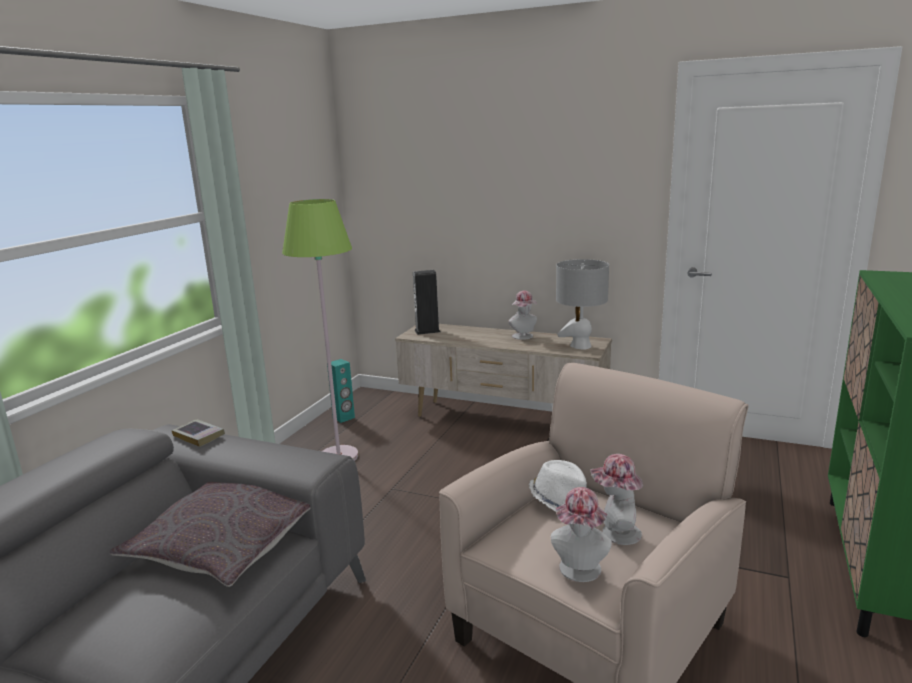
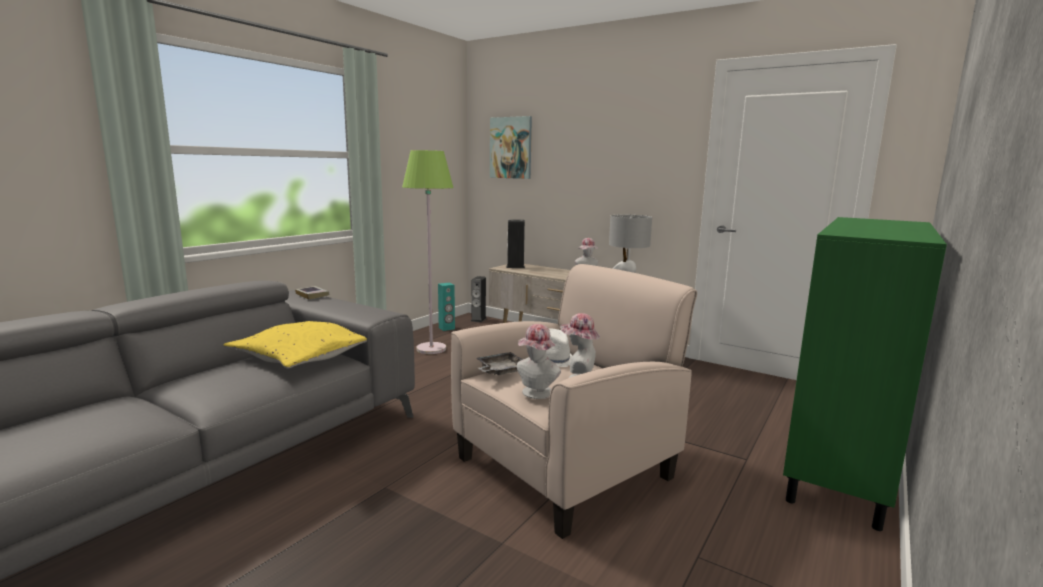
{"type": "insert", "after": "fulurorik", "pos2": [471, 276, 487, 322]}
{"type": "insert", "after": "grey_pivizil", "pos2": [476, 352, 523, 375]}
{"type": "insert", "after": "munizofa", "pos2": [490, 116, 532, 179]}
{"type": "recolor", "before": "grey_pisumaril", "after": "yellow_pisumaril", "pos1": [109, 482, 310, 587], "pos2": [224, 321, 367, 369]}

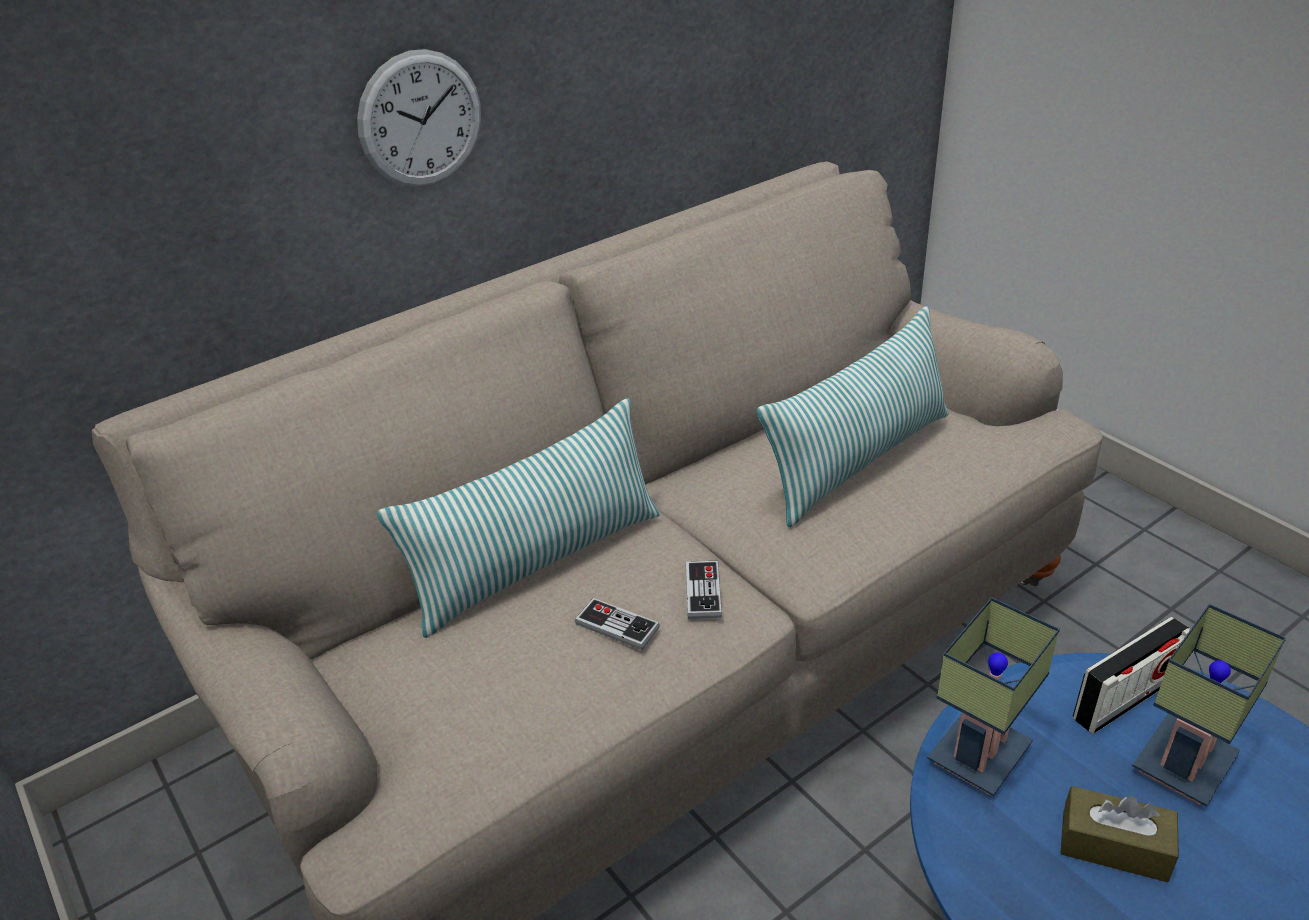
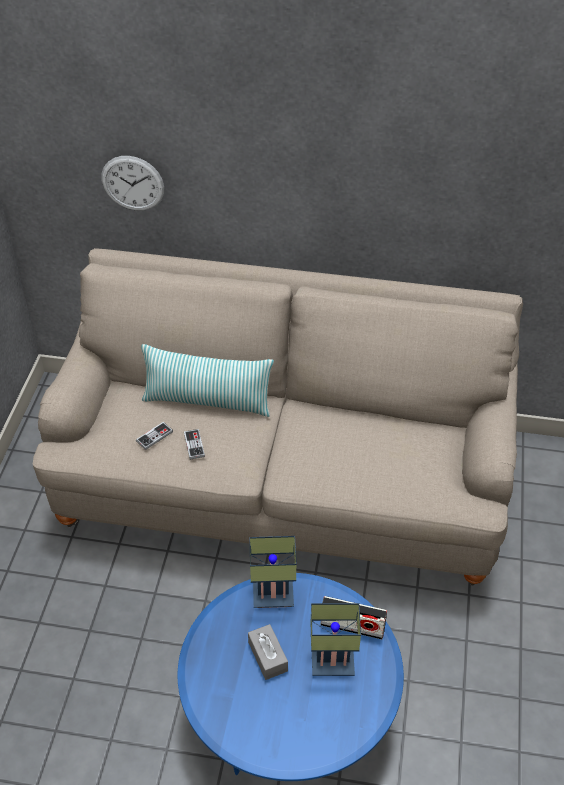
{"type": "delete", "before": "pisumaril", "pos1": [757, 306, 949, 527]}
{"type": "move", "before": "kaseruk", "pos1": [357, 49, 481, 187], "pos2": [101, 156, 164, 211]}
{"type": "move", "before": "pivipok", "pos1": [686, 561, 722, 619], "pos2": [136, 422, 173, 450]}
{"type": "recolor", "before": "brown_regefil", "after": "grey_regefil", "pos1": [1061, 786, 1179, 882], "pos2": [248, 624, 288, 680]}

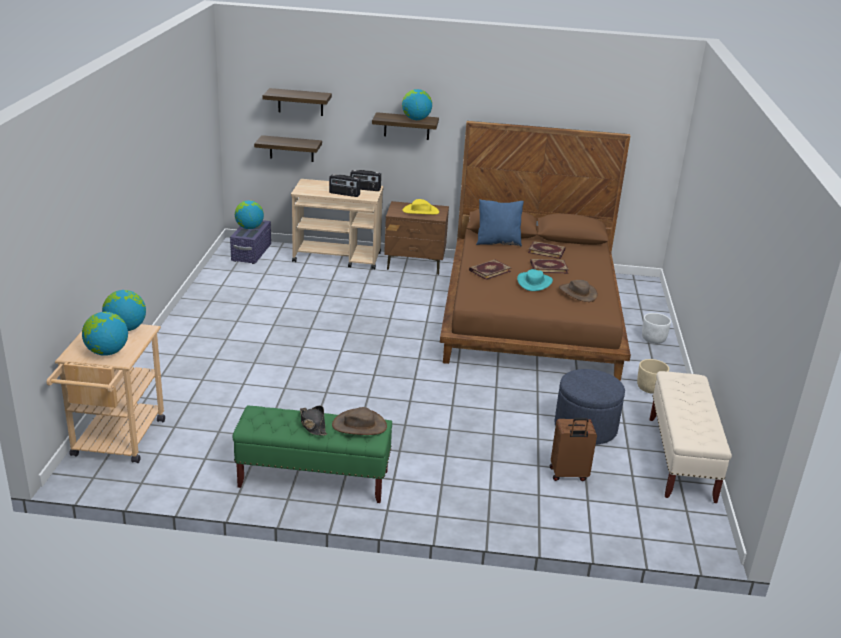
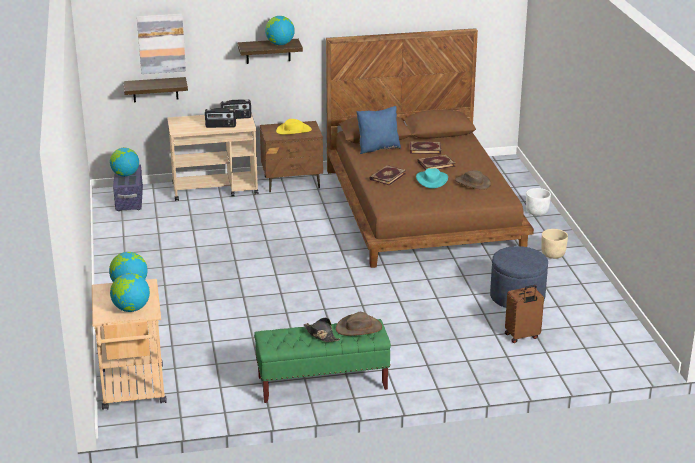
{"type": "delete", "before": "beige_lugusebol", "pos1": [649, 371, 732, 503]}
{"type": "replace", "before": "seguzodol", "after": "munizofa", "pos1": [262, 88, 332, 116], "pos2": [137, 14, 186, 74]}

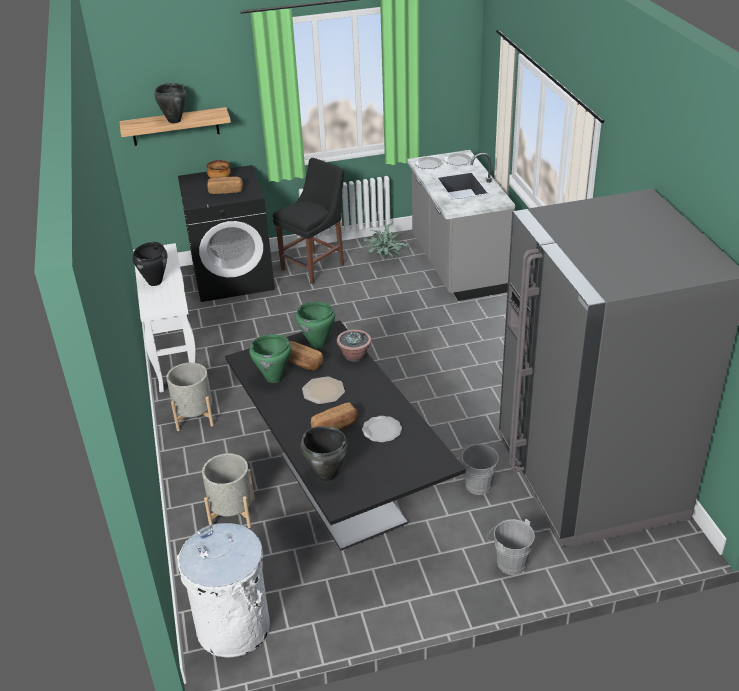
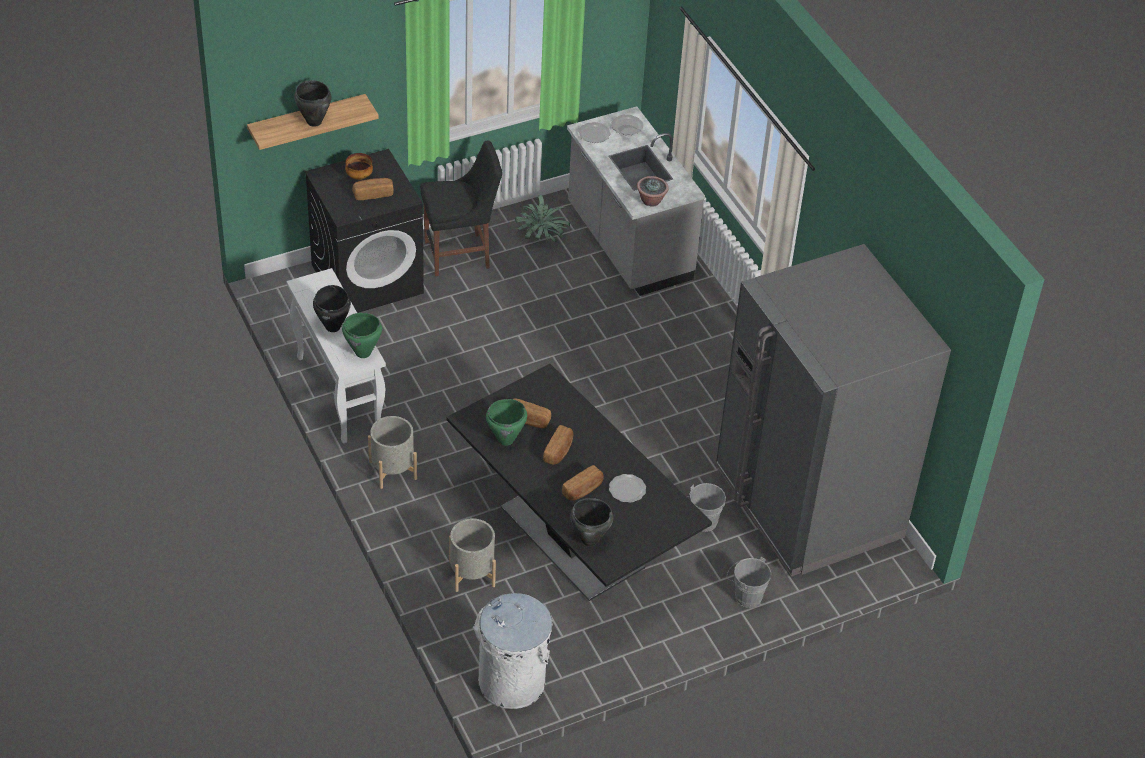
{"type": "move", "before": "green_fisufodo", "pos1": [296, 302, 335, 348], "pos2": [342, 313, 382, 358]}
{"type": "move", "before": "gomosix", "pos1": [337, 330, 371, 362], "pos2": [637, 176, 669, 207]}
{"type": "replace", "before": "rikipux", "after": "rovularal", "pos1": [302, 377, 345, 404], "pos2": [543, 425, 573, 465]}
{"type": "rotate", "before": "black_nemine", "pos1": [273, 158, 344, 284], "pos2": [420, 140, 502, 276], "turn": 45}

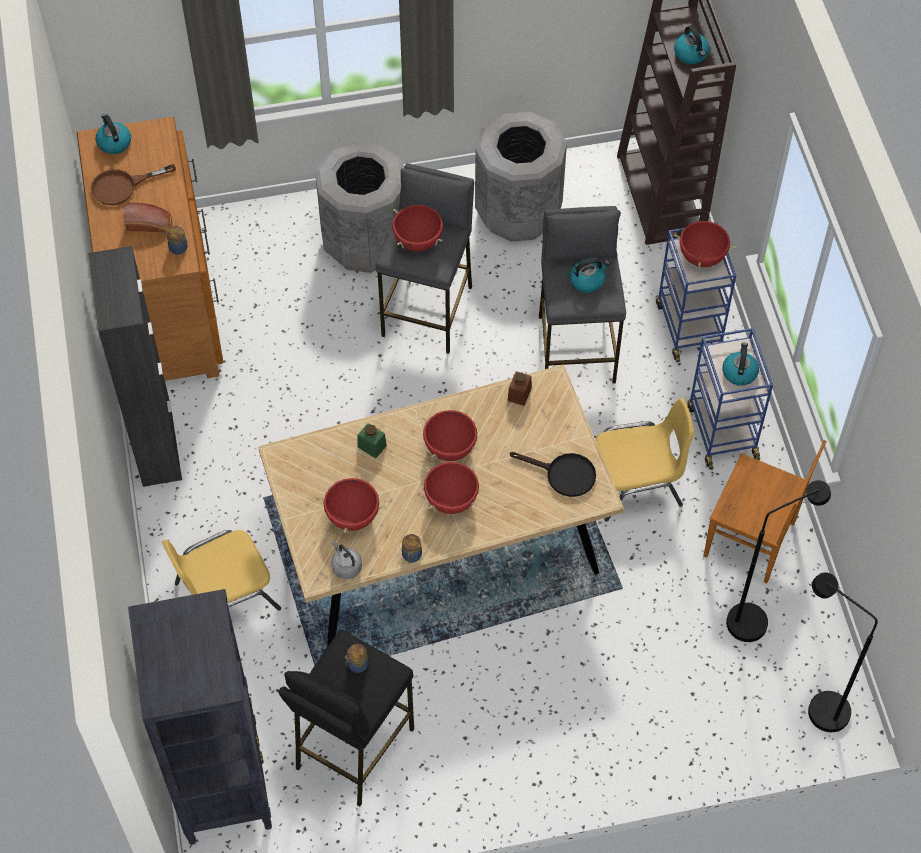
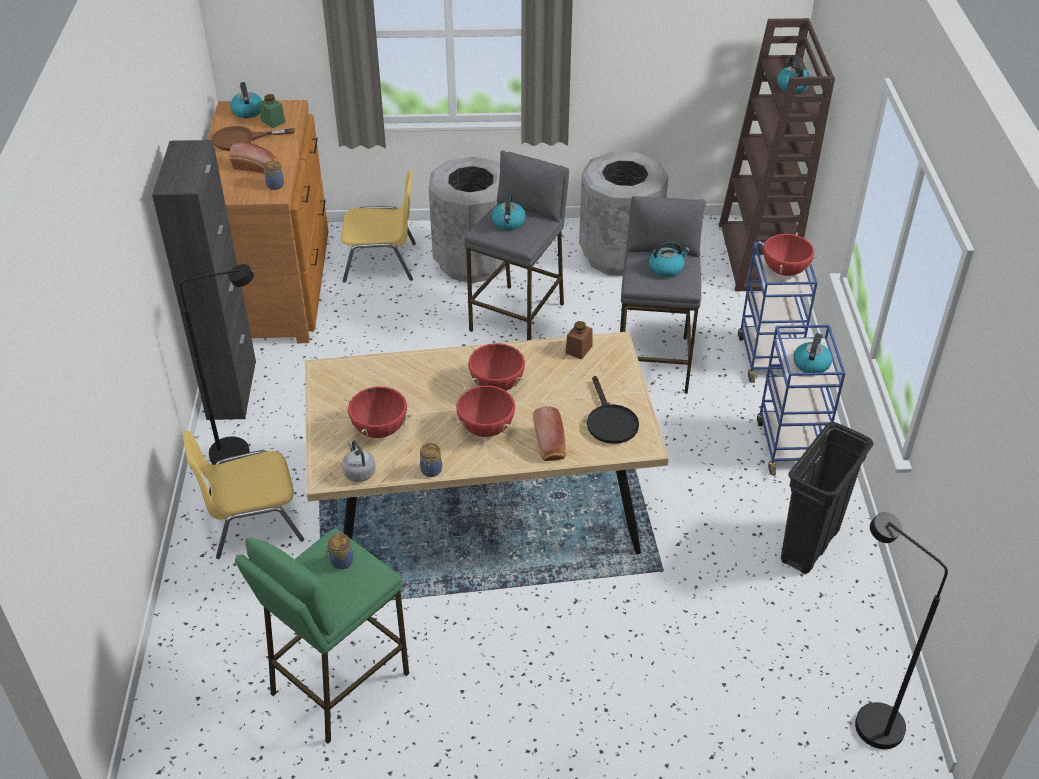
{"type": "delete", "before": "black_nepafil", "pos1": [128, 589, 272, 845]}
{"type": "insert", "after": "rovularal", "pos2": [533, 406, 566, 461]}
{"type": "move", "before": "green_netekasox", "pos1": [358, 423, 387, 458], "pos2": [259, 94, 286, 128]}
{"type": "move", "before": "yellow_nemine", "pos1": [596, 398, 694, 522], "pos2": [341, 170, 416, 283]}
{"type": "move", "before": "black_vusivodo", "pos1": [726, 480, 831, 642], "pos2": [180, 264, 254, 465]}
{"type": "replace", "before": "red_fisufodo", "after": "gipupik", "pos1": [392, 205, 443, 251], "pos2": [492, 193, 526, 230]}
{"type": "replace", "before": "brown_nemine", "after": "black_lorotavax", "pos1": [703, 440, 827, 583], "pos2": [781, 422, 874, 574]}
{"type": "recolor", "before": "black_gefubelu", "after": "green_gefubelu", "pos1": [279, 630, 414, 807], "pos2": [235, 528, 409, 744]}
{"type": "rotate", "before": "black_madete", "pos1": [510, 452, 596, 497], "pos2": [587, 376, 639, 444], "turn": 45}

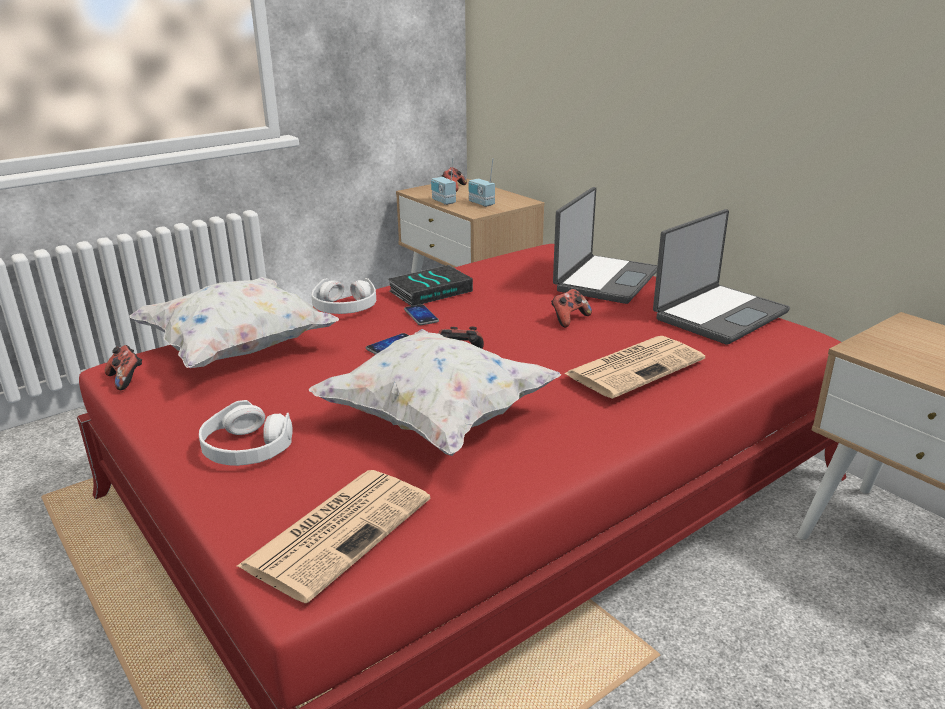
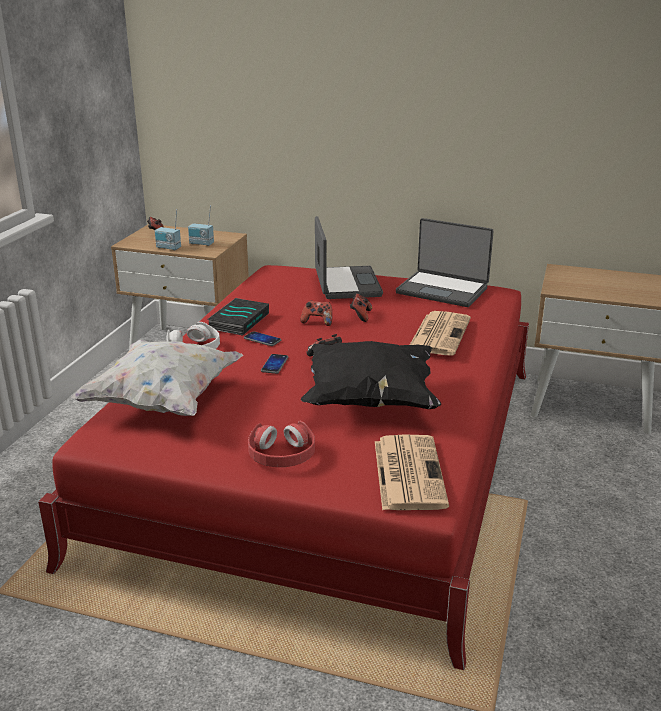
{"type": "move", "before": "pivipok", "pos1": [105, 345, 142, 390], "pos2": [300, 301, 332, 326]}
{"type": "recolor", "before": "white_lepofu", "after": "red_lepofu", "pos1": [199, 400, 293, 466], "pos2": [248, 421, 315, 467]}
{"type": "recolor", "before": "white_pisumaril", "after": "black_pisumaril", "pos1": [309, 329, 562, 456], "pos2": [301, 341, 441, 409]}
{"type": "rotate", "before": "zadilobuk", "pos1": [653, 209, 790, 345], "pos2": [396, 218, 494, 307], "turn": 105}

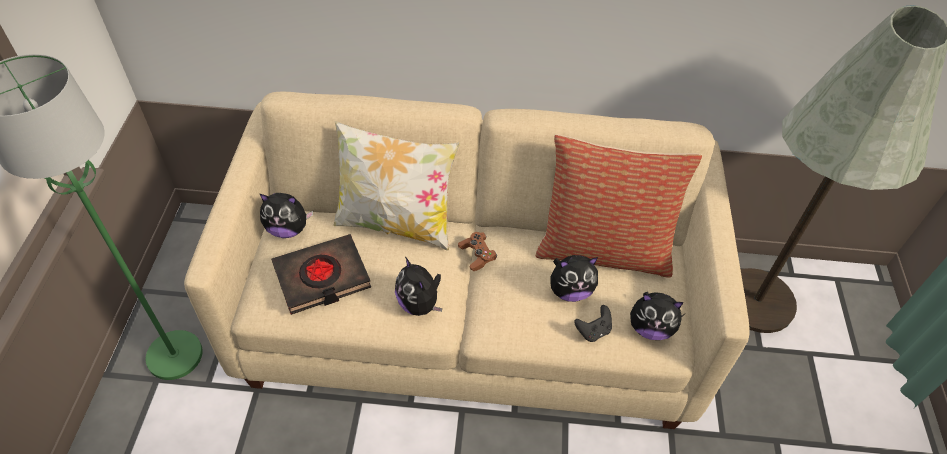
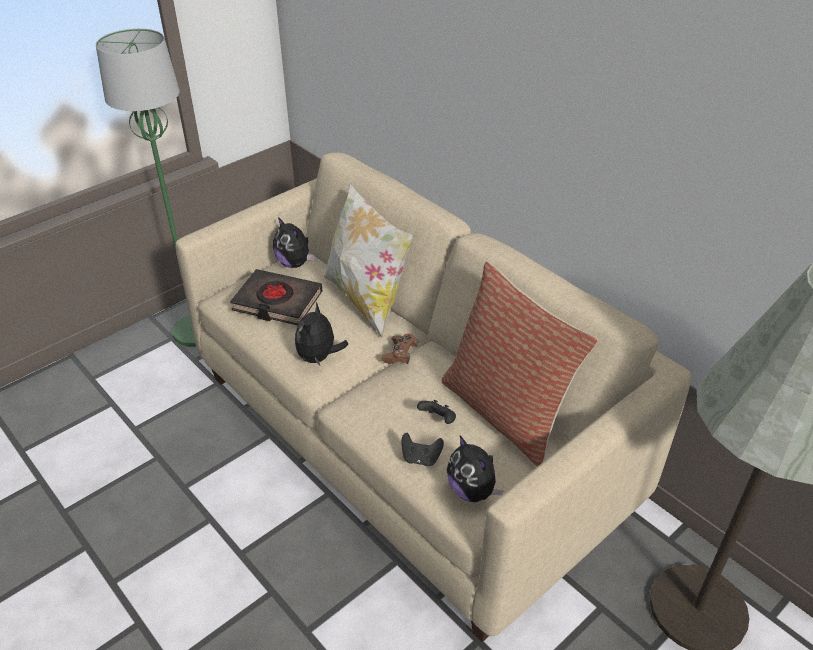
{"type": "replace", "before": "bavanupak", "after": "black_pivipok", "pos1": [550, 255, 598, 302], "pos2": [417, 400, 456, 424]}

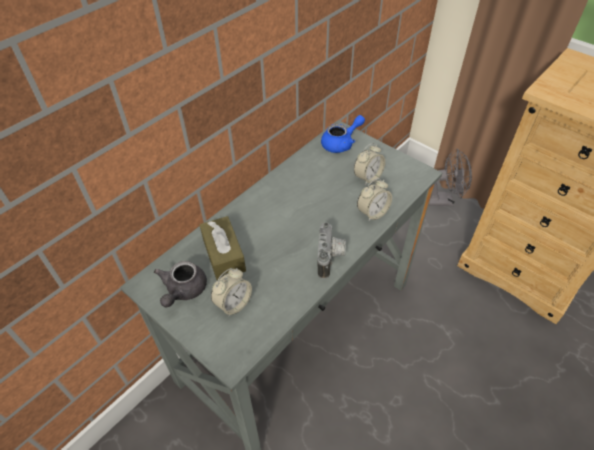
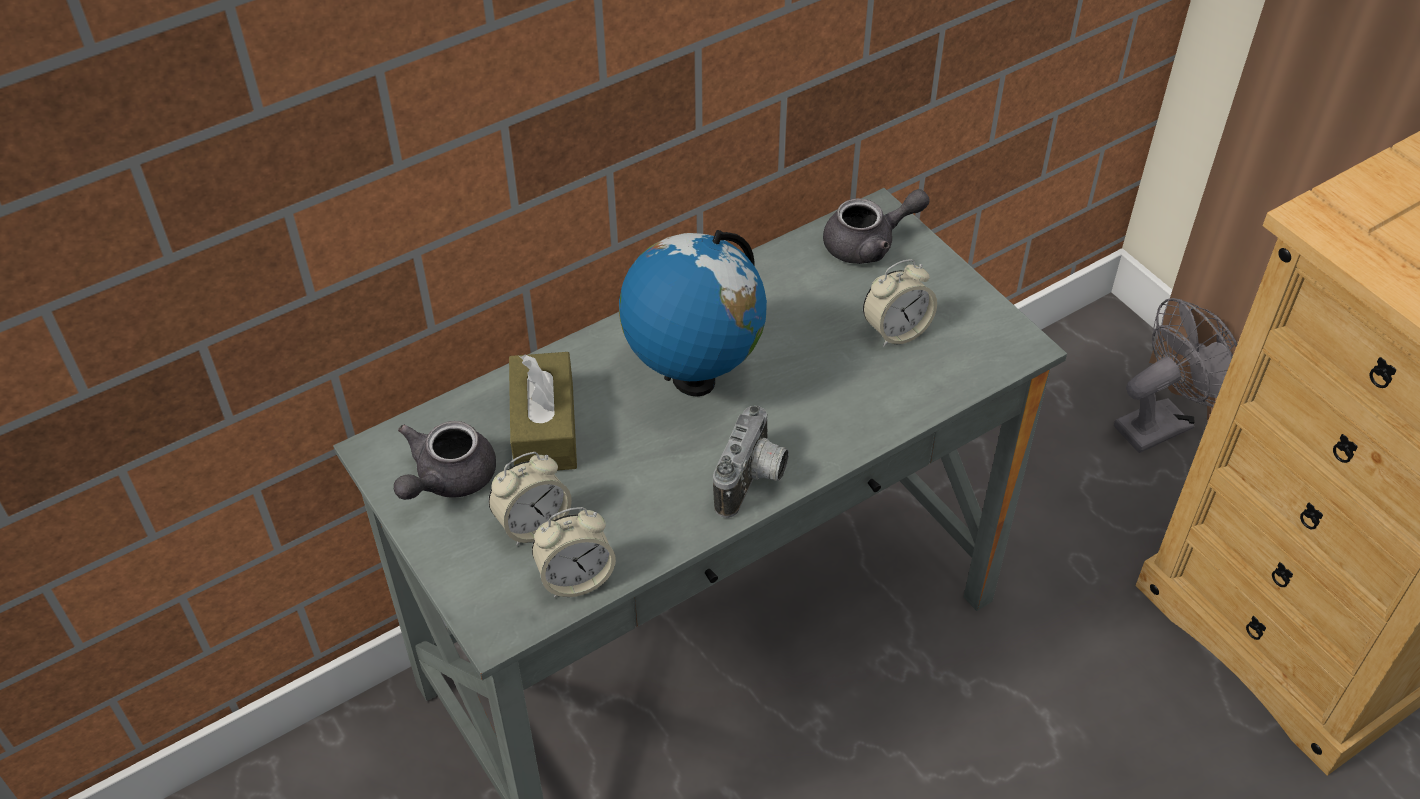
{"type": "insert", "after": "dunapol", "pos2": [619, 230, 767, 397]}
{"type": "move", "before": "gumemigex", "pos1": [357, 178, 392, 222], "pos2": [532, 507, 616, 598]}
{"type": "recolor", "before": "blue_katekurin", "after": "grey_katekurin", "pos1": [321, 115, 365, 153], "pos2": [823, 189, 929, 264]}
{"type": "rotate", "before": "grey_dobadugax", "pos1": [428, 148, 472, 206], "pos2": [1114, 298, 1237, 453], "turn": -45}

